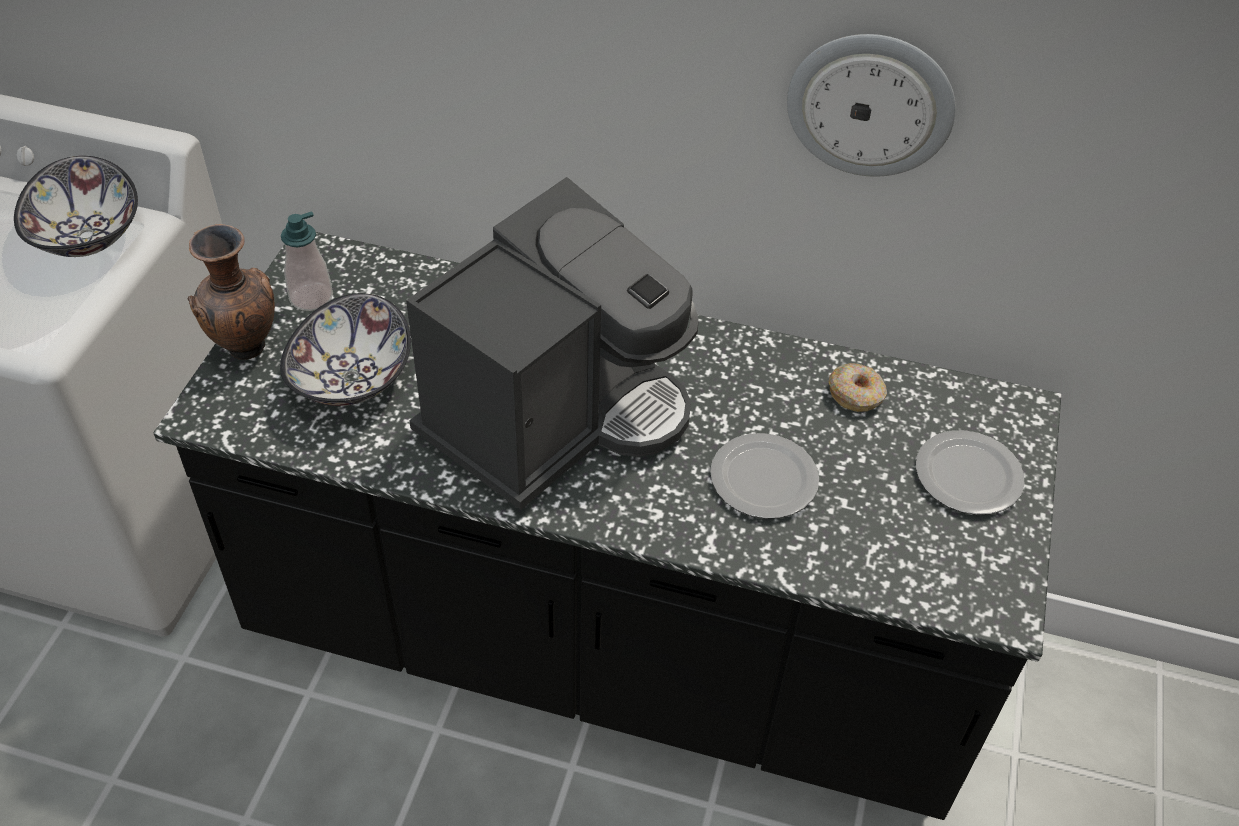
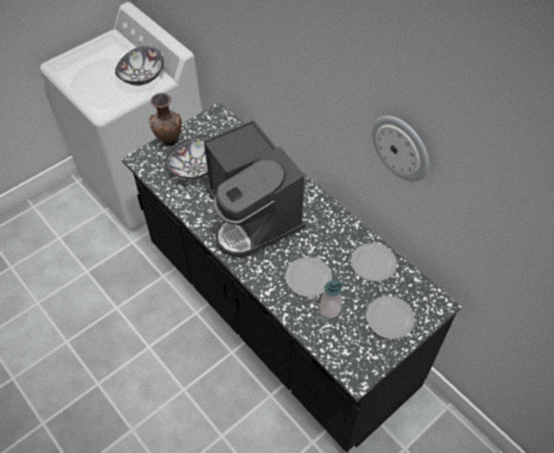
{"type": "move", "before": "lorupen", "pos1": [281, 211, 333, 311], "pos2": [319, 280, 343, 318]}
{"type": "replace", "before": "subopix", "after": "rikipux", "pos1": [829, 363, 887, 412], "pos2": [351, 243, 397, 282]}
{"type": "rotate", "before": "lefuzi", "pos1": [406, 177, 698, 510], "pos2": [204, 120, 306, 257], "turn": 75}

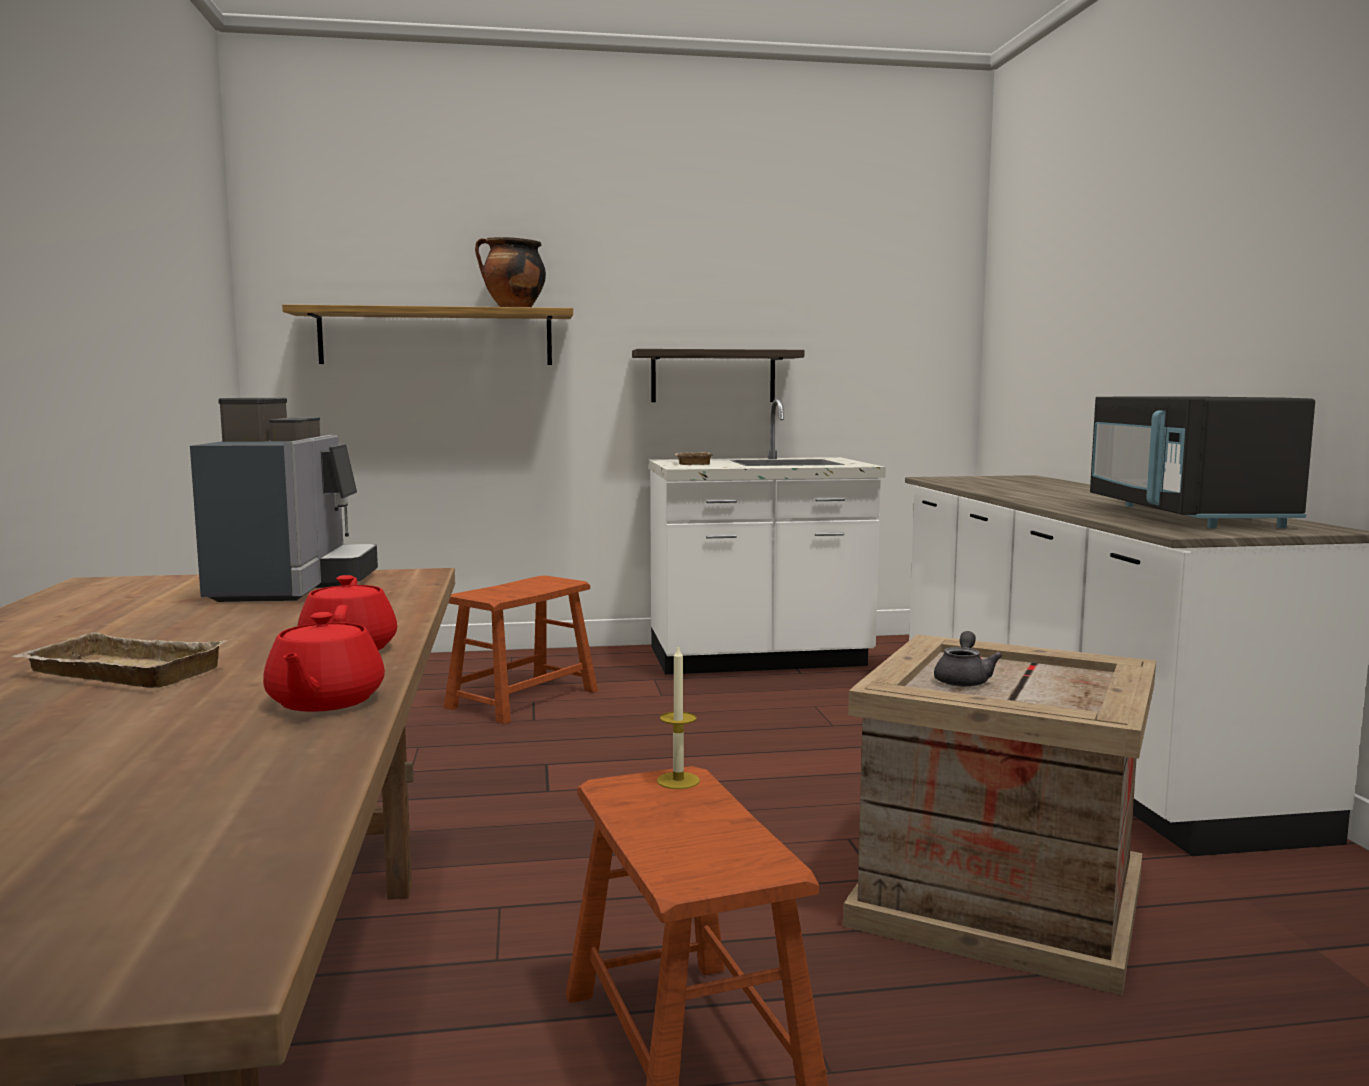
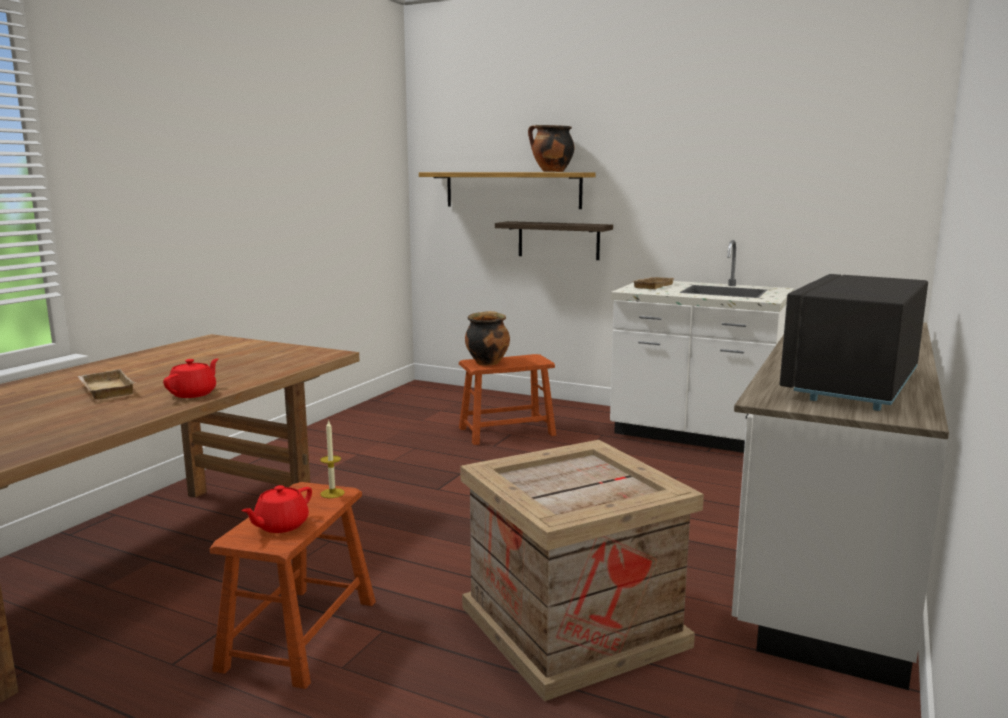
{"type": "delete", "before": "lefuzi", "pos1": [190, 398, 378, 602]}
{"type": "delete", "before": "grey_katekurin", "pos1": [934, 631, 1002, 687]}
{"type": "insert", "after": "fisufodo", "pos2": [465, 311, 510, 366]}
{"type": "move", "before": "red_katekurin", "pos1": [263, 612, 385, 712], "pos2": [241, 485, 312, 533]}
{"type": "move", "before": "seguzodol", "pos1": [632, 349, 804, 402], "pos2": [495, 221, 613, 260]}

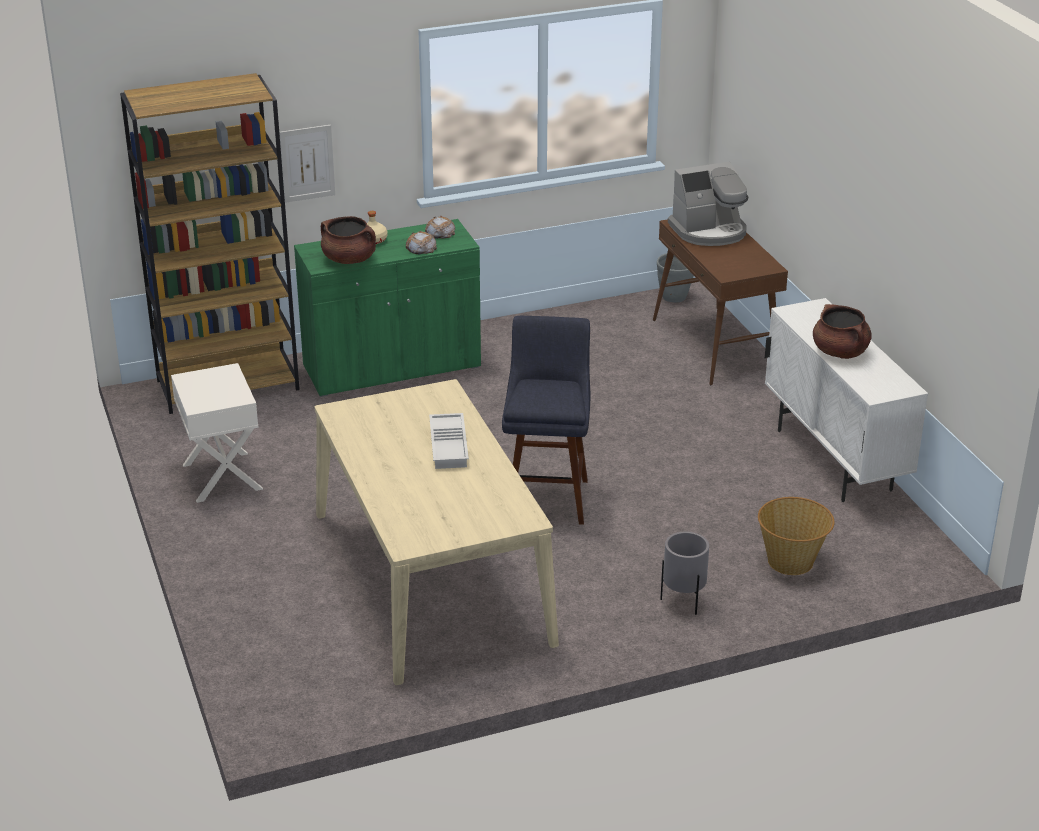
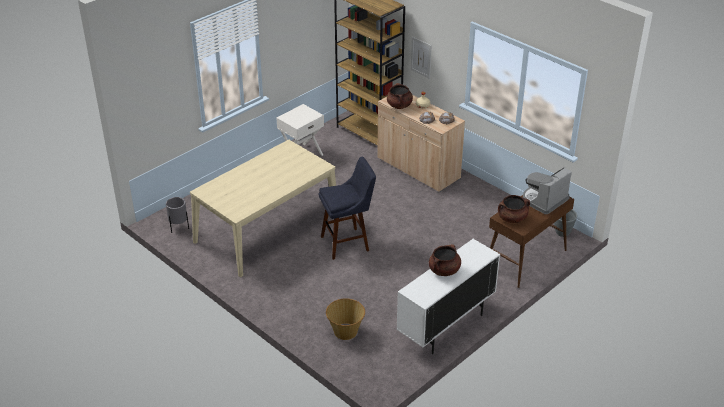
{"type": "delete", "before": "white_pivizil", "pos1": [429, 413, 469, 469]}
{"type": "insert", "after": "brown_fisufodo", "pos2": [498, 195, 530, 223]}
{"type": "move", "before": "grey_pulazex", "pos1": [660, 531, 709, 615], "pos2": [166, 197, 189, 233]}
{"type": "recolor", "before": "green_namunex", "after": "beige_namunex", "pos1": [294, 219, 481, 397], "pos2": [377, 95, 465, 192]}
{"type": "rotate", "before": "lefuzi", "pos1": [668, 162, 748, 246], "pos2": [523, 167, 572, 214], "turn": 90}

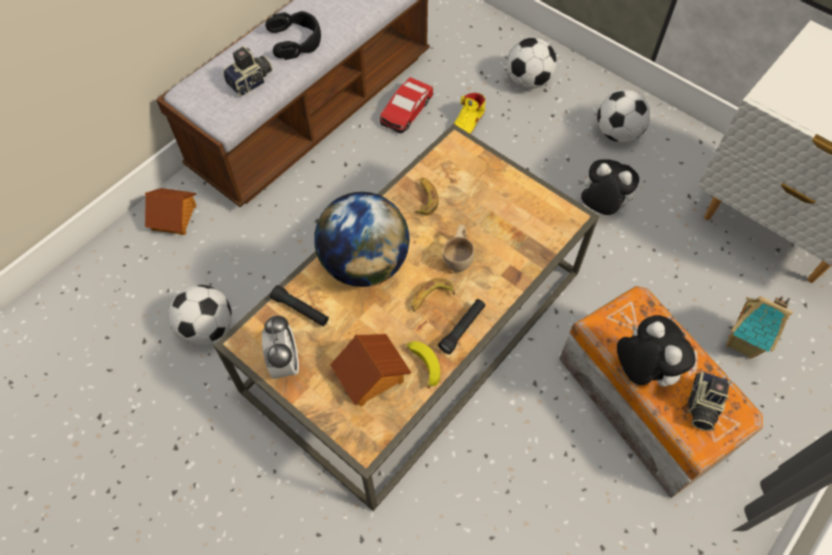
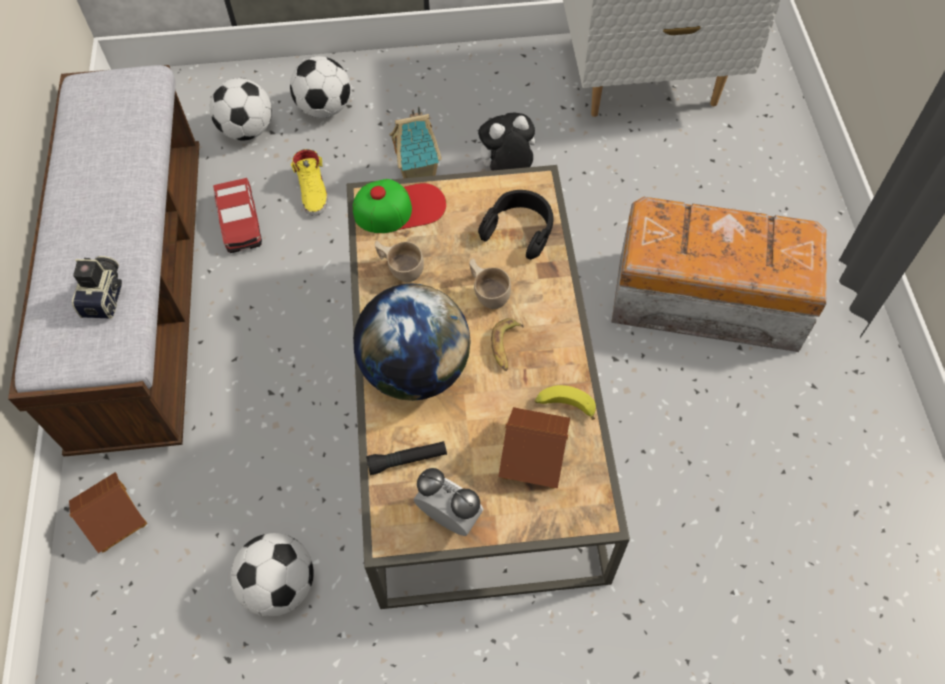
{"type": "delete", "before": "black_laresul", "pos1": [438, 299, 485, 354]}
{"type": "delete", "before": "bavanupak", "pos1": [617, 315, 695, 387]}
{"type": "delete", "before": "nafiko", "pos1": [688, 371, 730, 431]}
{"type": "insert", "after": "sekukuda", "pos2": [353, 179, 446, 233]}
{"type": "move", "before": "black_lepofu", "pos1": [265, 11, 321, 60], "pos2": [478, 190, 554, 260]}
{"type": "move", "before": "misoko", "pos1": [597, 90, 651, 142], "pos2": [210, 78, 272, 141]}
{"type": "move", "before": "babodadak", "pos1": [726, 296, 793, 359], "pos2": [389, 107, 442, 178]}
{"type": "replace", "before": "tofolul", "after": "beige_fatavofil", "pos1": [415, 178, 439, 215], "pos2": [375, 241, 424, 282]}

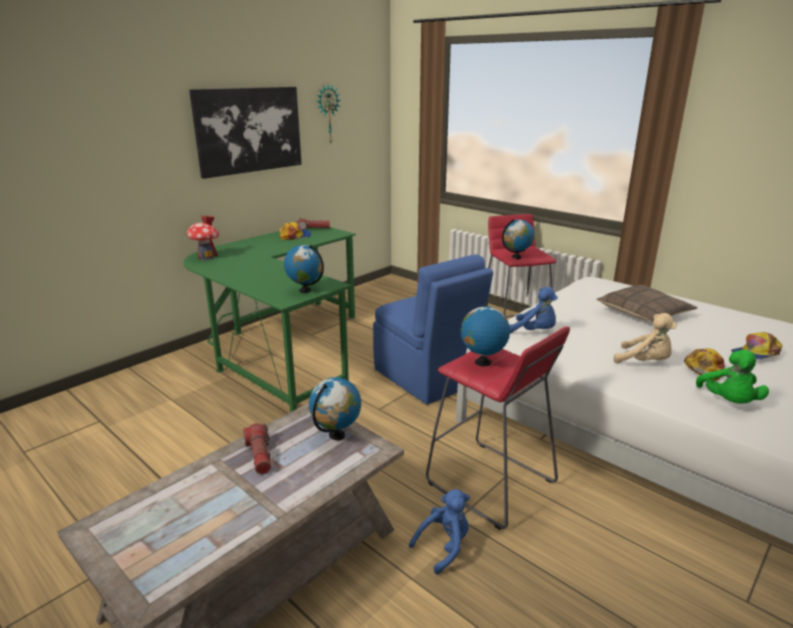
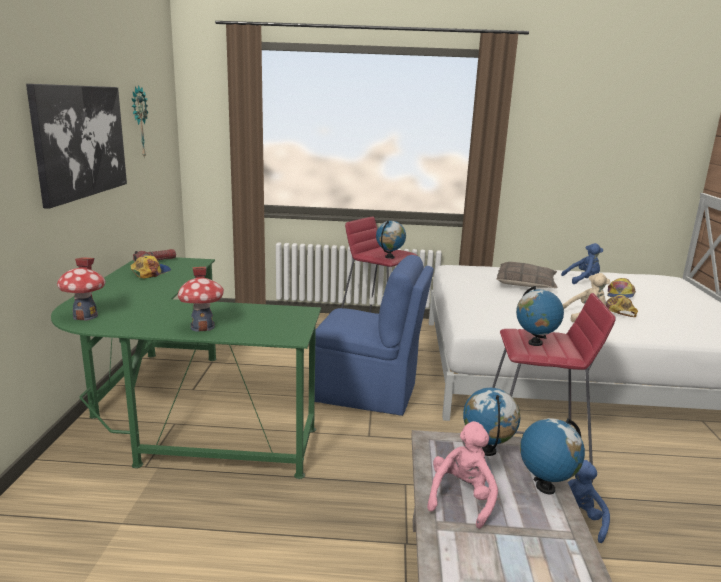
{"type": "delete", "before": "green_bavanupak", "pos1": [696, 350, 769, 404]}
{"type": "insert", "after": "babodadak", "pos2": [178, 267, 224, 332]}
{"type": "move", "before": "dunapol", "pos1": [284, 245, 324, 293], "pos2": [520, 418, 585, 494]}
{"type": "move", "before": "blue_bavanupak", "pos1": [509, 287, 558, 333], "pos2": [561, 243, 603, 284]}
{"type": "replace", "before": "laresul", "after": "pink_bavanupak", "pos1": [243, 423, 271, 474], "pos2": [427, 421, 498, 529]}

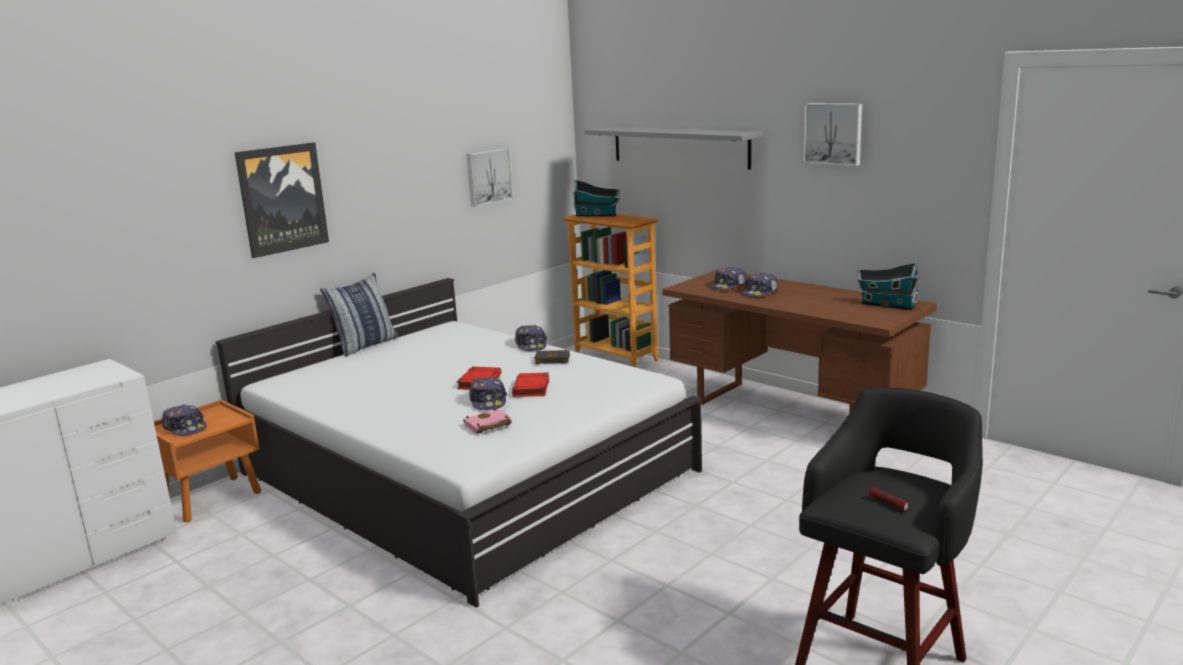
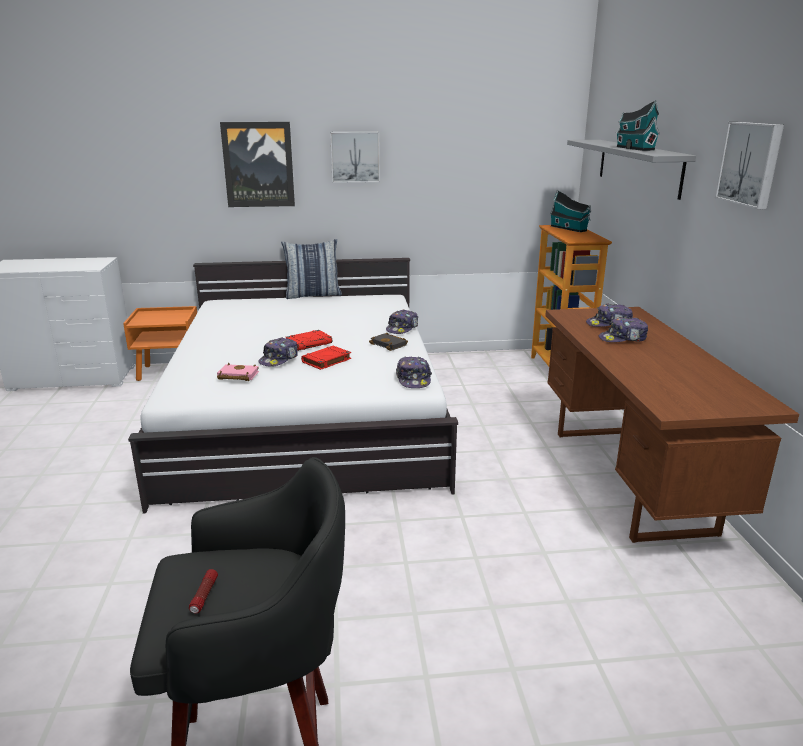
{"type": "move", "before": "sekukuda", "pos1": [162, 404, 207, 435], "pos2": [396, 356, 432, 388]}
{"type": "move", "before": "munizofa", "pos1": [466, 148, 513, 207], "pos2": [330, 132, 380, 183]}
{"type": "move", "before": "babodadak", "pos1": [858, 262, 919, 310], "pos2": [616, 100, 660, 151]}

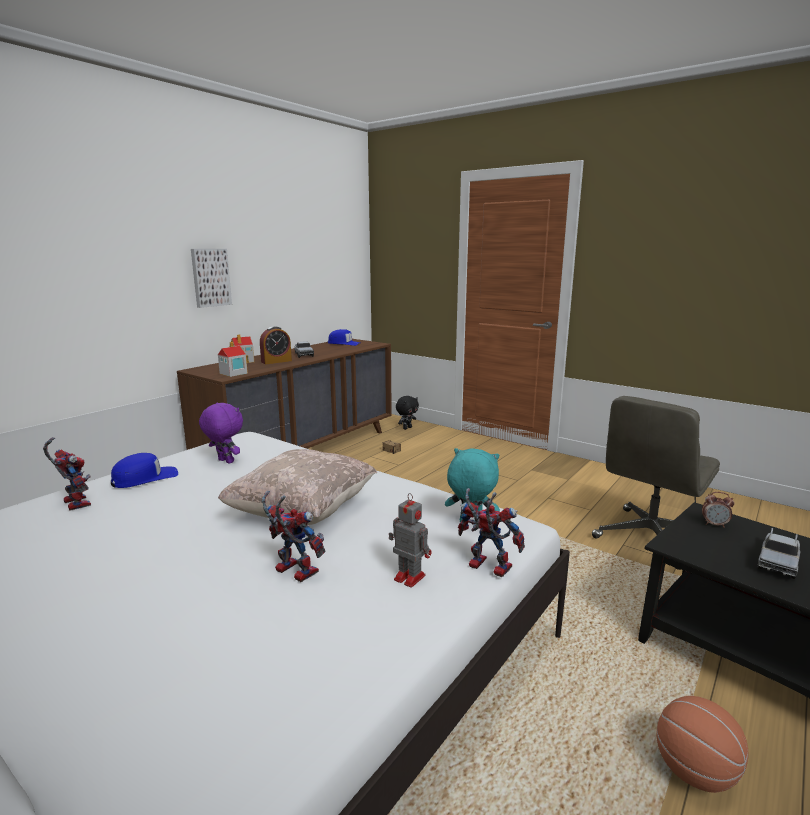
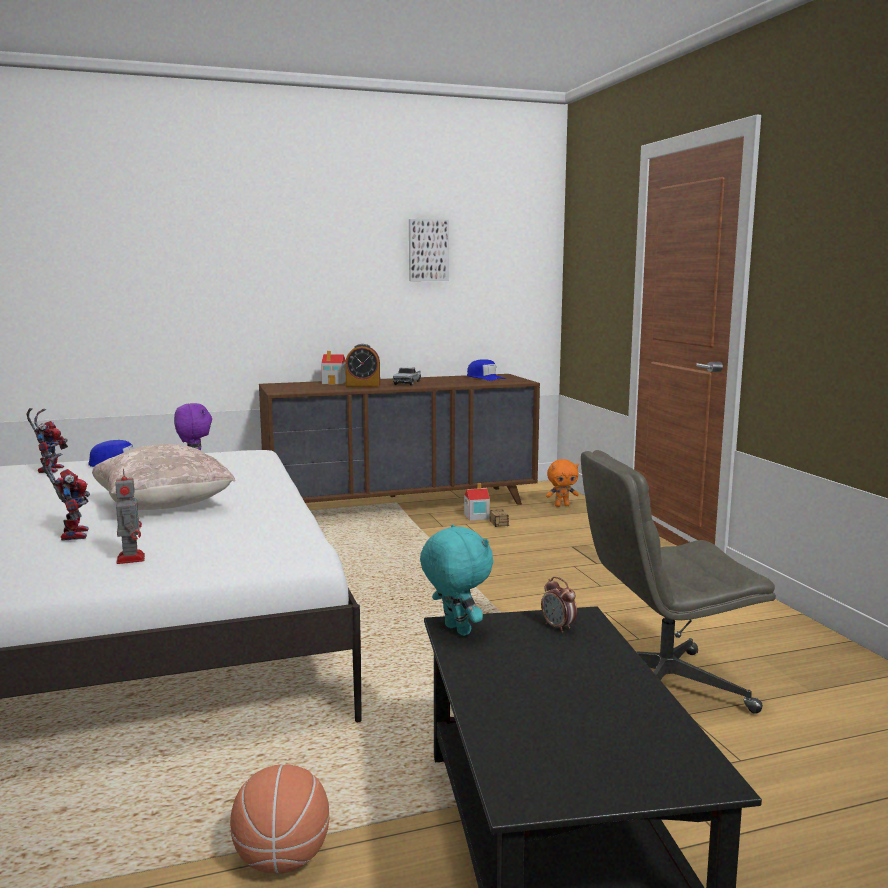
{"type": "delete", "before": "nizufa", "pos1": [458, 488, 525, 577]}
{"type": "delete", "before": "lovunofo", "pos1": [757, 528, 800, 579]}
{"type": "move", "before": "munizofa", "pos1": [191, 249, 232, 308], "pos2": [409, 219, 449, 281]}
{"type": "move", "before": "babodadak", "pos1": [218, 342, 248, 377], "pos2": [464, 483, 490, 521]}
{"type": "move", "before": "turquoise_bavanupak", "pos1": [445, 448, 500, 522], "pos2": [420, 524, 493, 636]}
{"type": "recolor", "before": "black_bavanupak", "after": "orange_bavanupak", "pos1": [396, 396, 419, 430], "pos2": [546, 459, 579, 507]}

